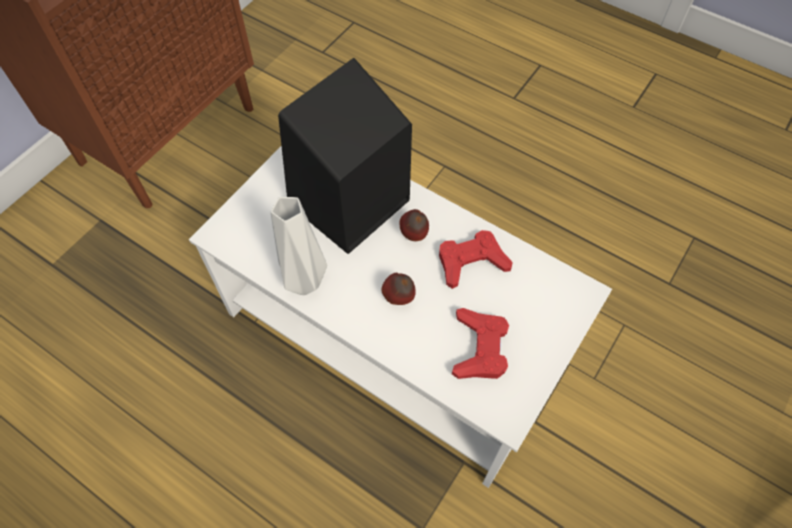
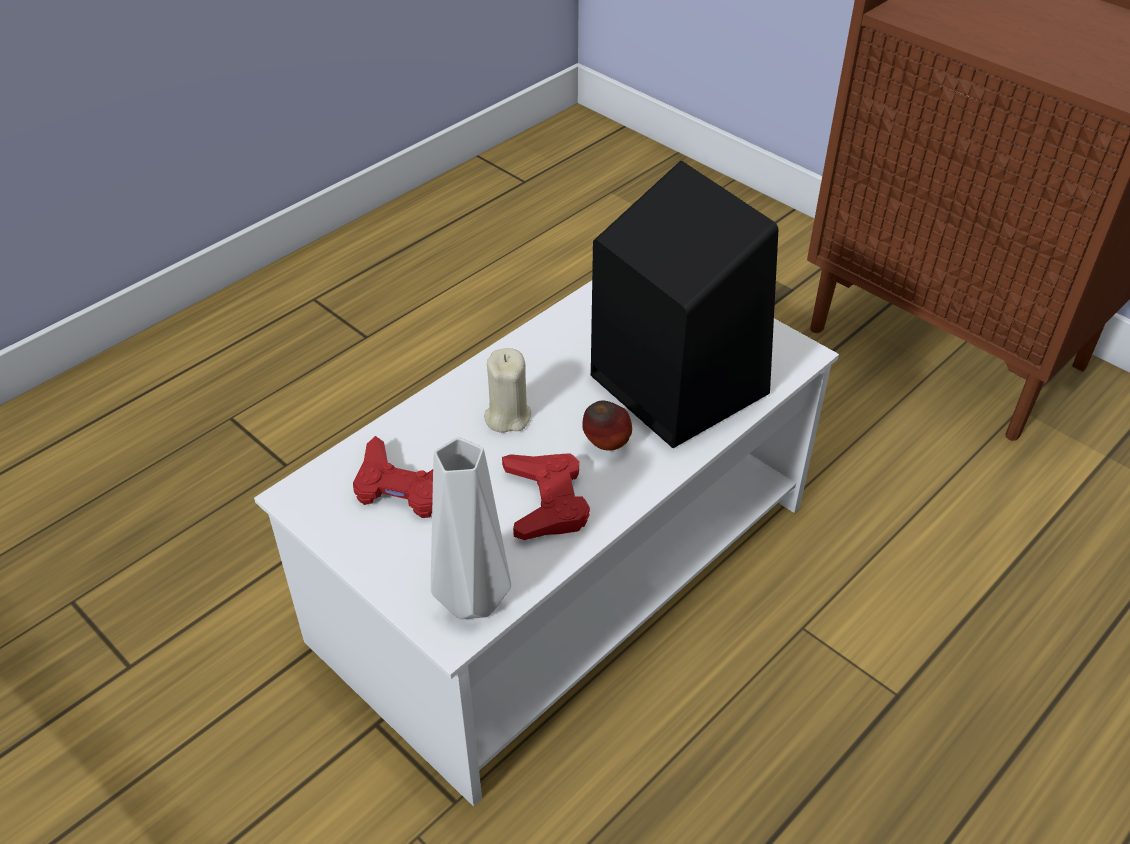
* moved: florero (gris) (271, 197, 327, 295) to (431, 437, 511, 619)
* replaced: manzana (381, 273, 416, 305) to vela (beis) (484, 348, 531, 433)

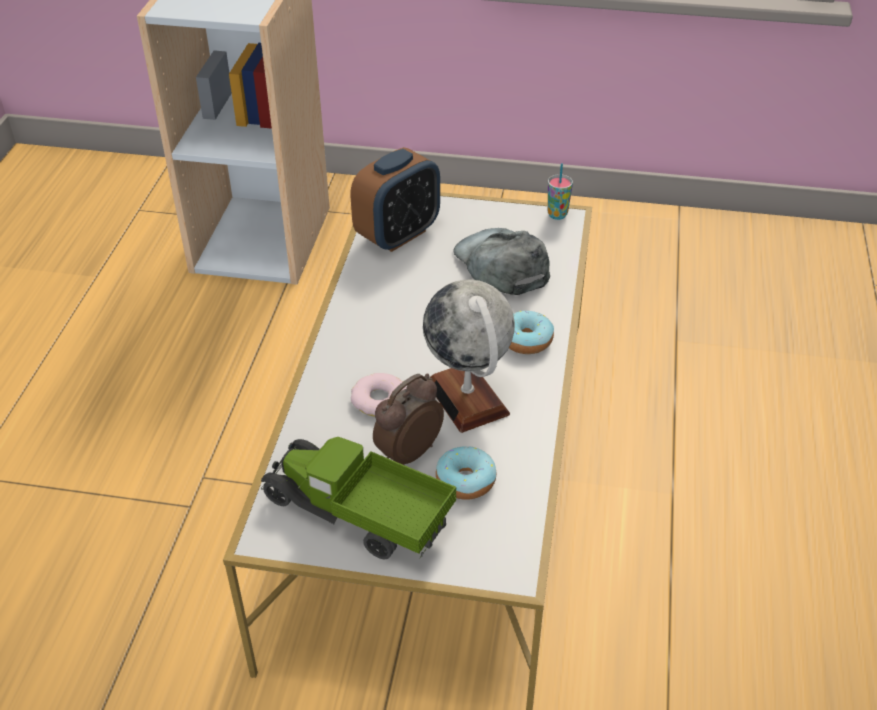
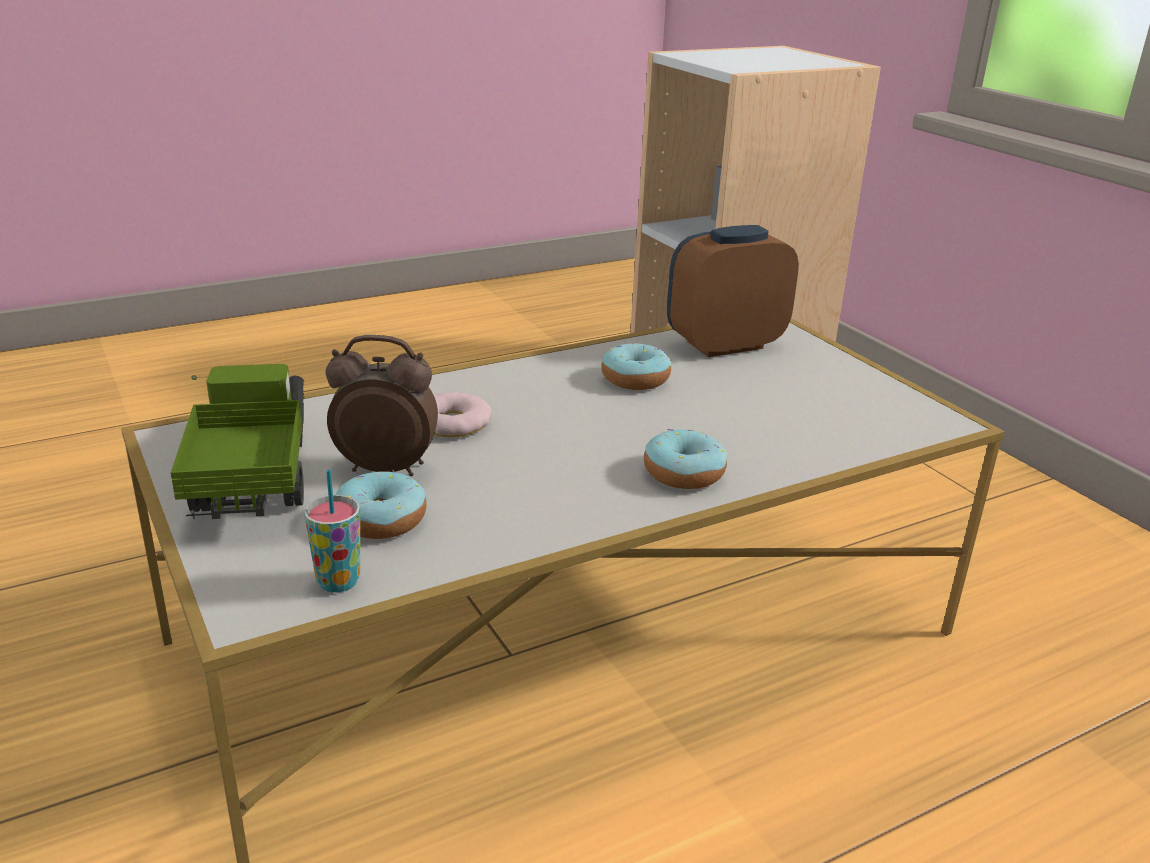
* removed: globo terráqueo (423, 280, 515, 433)
* removed: gorra (gris) (454, 228, 550, 295)
* added: rosquilla (601, 343, 671, 390)
* moved: taza (548, 163, 573, 220) to (304, 470, 360, 592)
* turned: despertador (350, 147, 440, 252) = (667, 225, 799, 357) 150 degrees clockwise

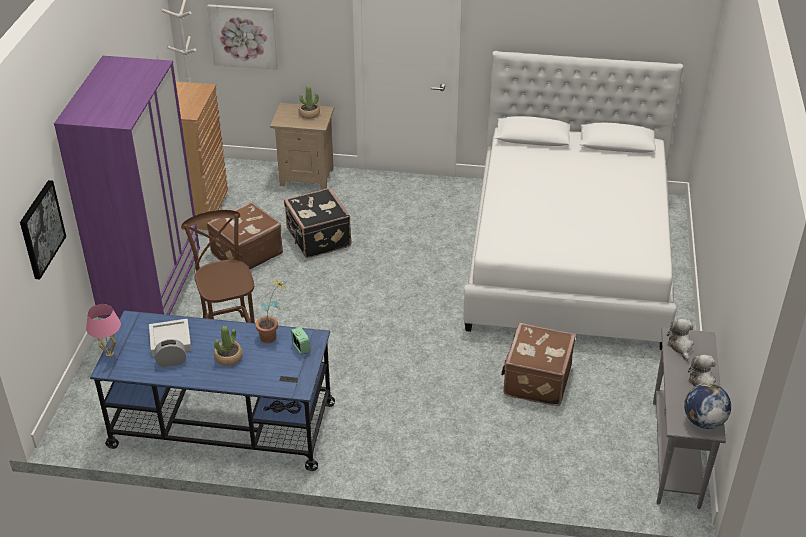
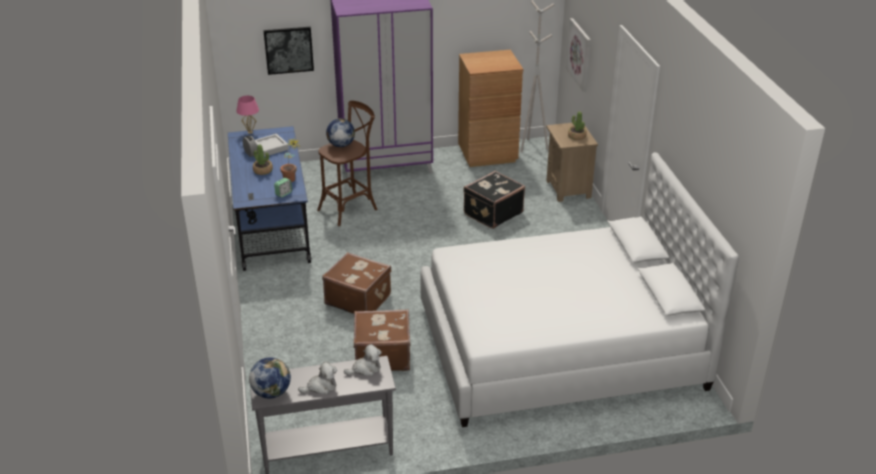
* added: globo terráqueo (326, 118, 355, 147)
* moved: maleta (marrón) (207, 201, 283, 269) to (322, 252, 391, 314)

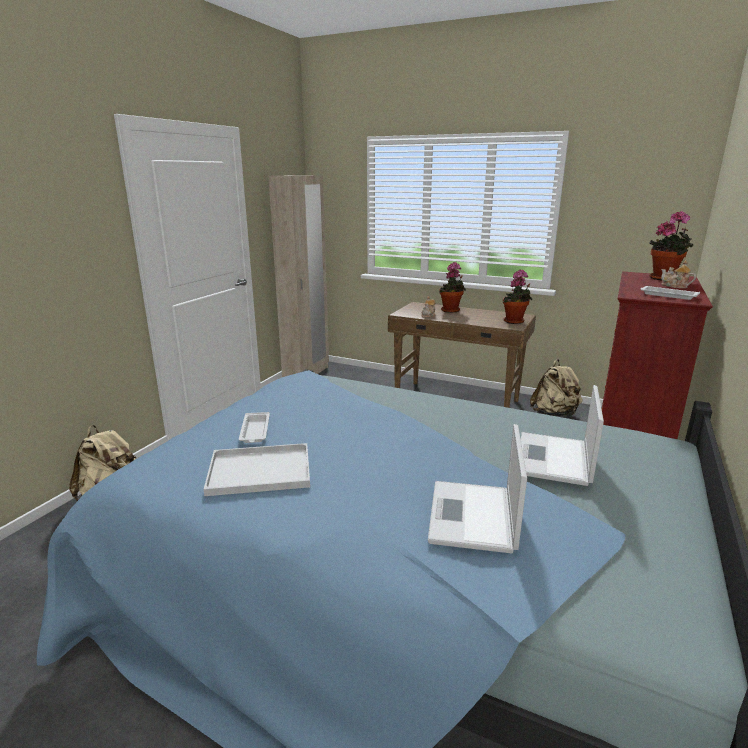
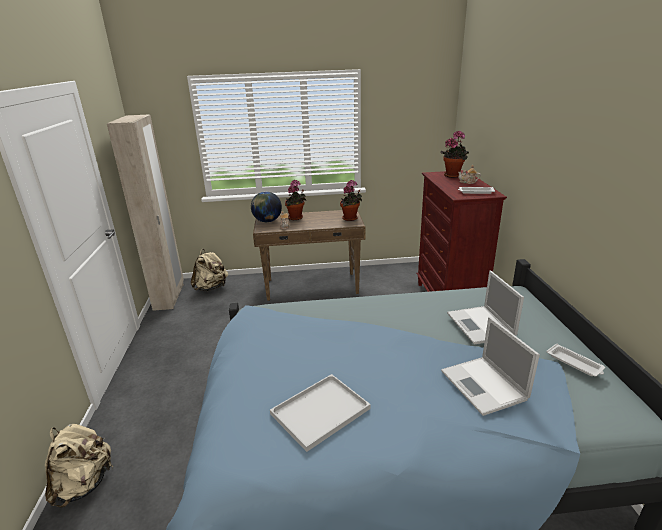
* added: globo terráqueo (251, 192, 282, 222)
* moved: bandeja (blanco) (239, 412, 270, 443) to (546, 344, 605, 376)
* moved: mochila (beis) (530, 359, 582, 416) to (191, 249, 228, 291)

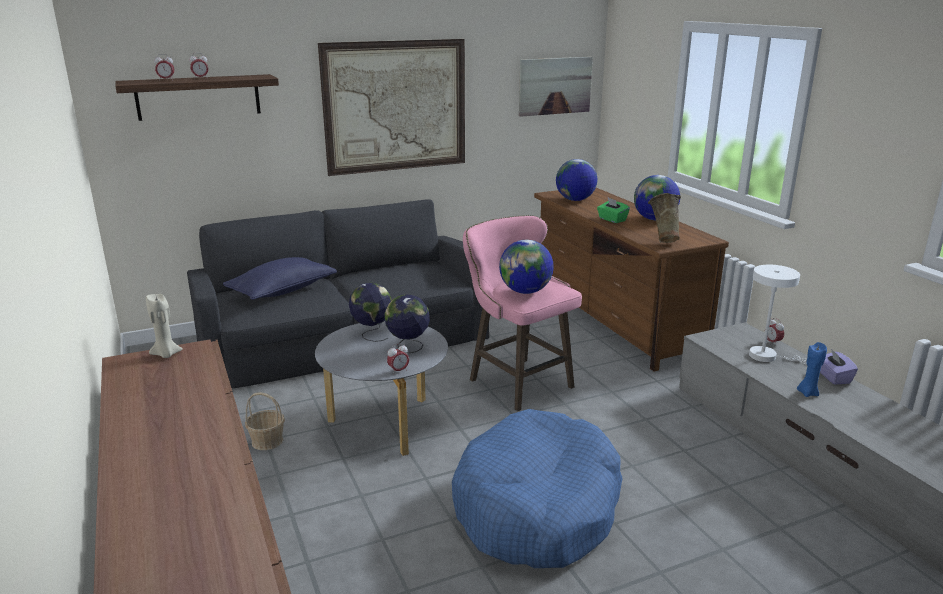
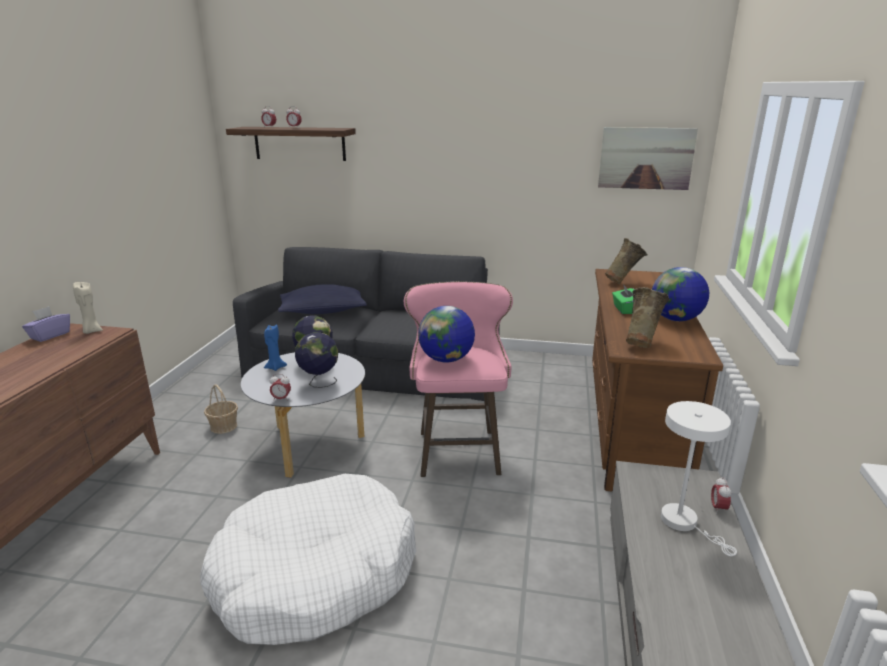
* removed: cuadro (318, 39, 465, 176)
* moved: vela (azul) (797, 342, 827, 397) to (264, 325, 287, 371)
* moved: caja de pañuelos (morado) (820, 349, 858, 385) to (22, 306, 70, 342)
* replaced: globo terráqueo (556, 159, 597, 201) to florero (beis) (605, 238, 648, 284)
* recoloured: cama para perro (azul) (452, 409, 623, 568) to cama para perro (blanco) (200, 474, 416, 645)

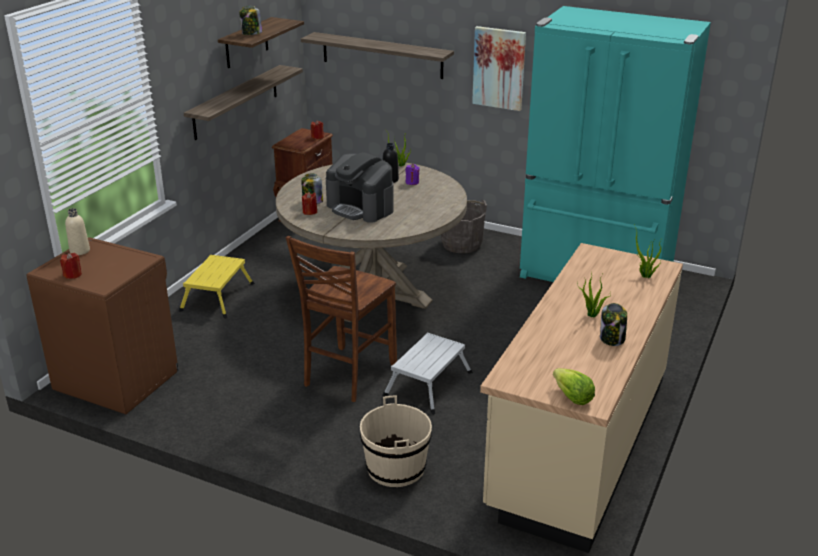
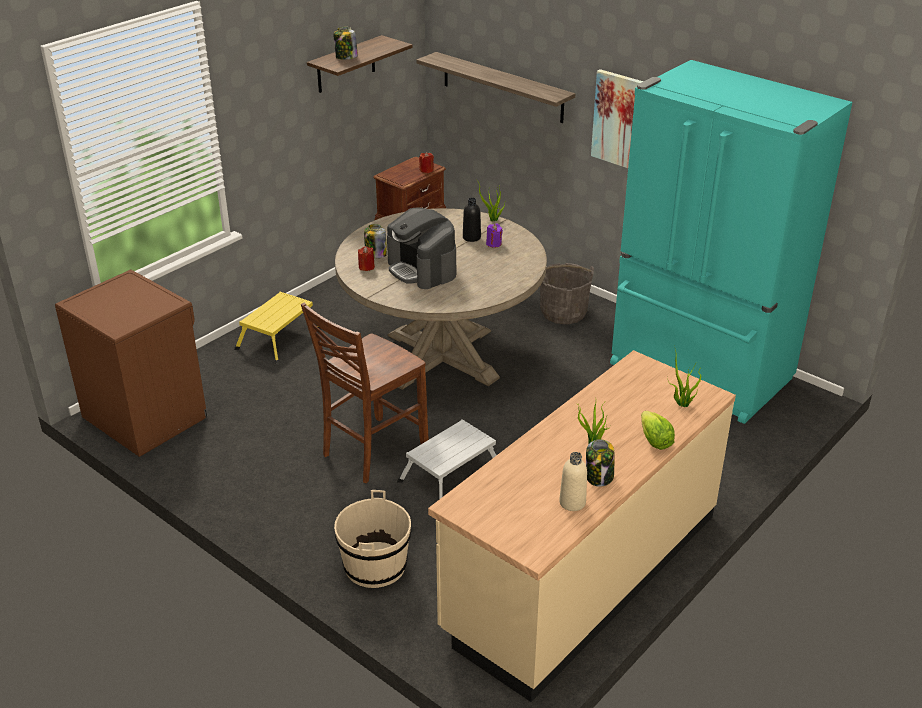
* removed: vela (rojo) (60, 253, 82, 279)
* removed: estante (184, 65, 303, 140)
* moved: botella (beis) (65, 208, 90, 255) to (559, 452, 587, 511)
* moved: lechuga (553, 368, 595, 405) to (641, 411, 675, 450)

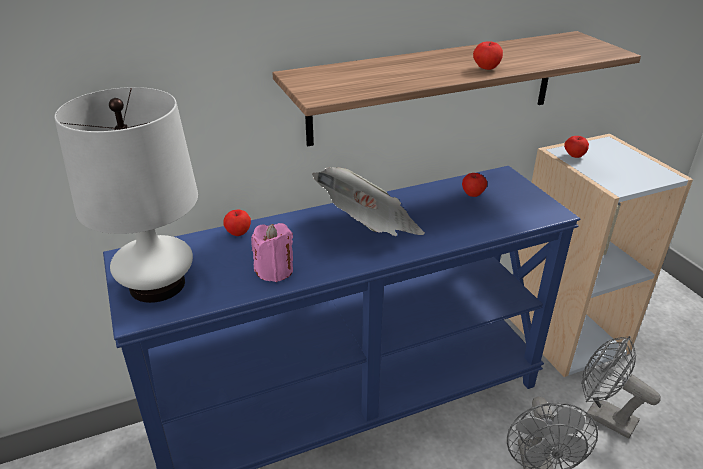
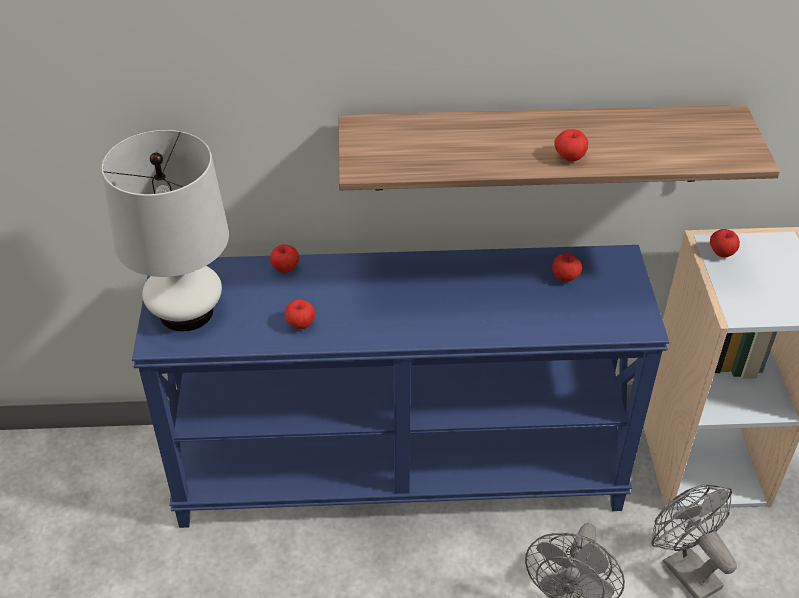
* removed: periódico (312, 167, 425, 236)
* replaced: vela (rosa) (251, 223, 293, 282) to manzana (285, 299, 315, 329)

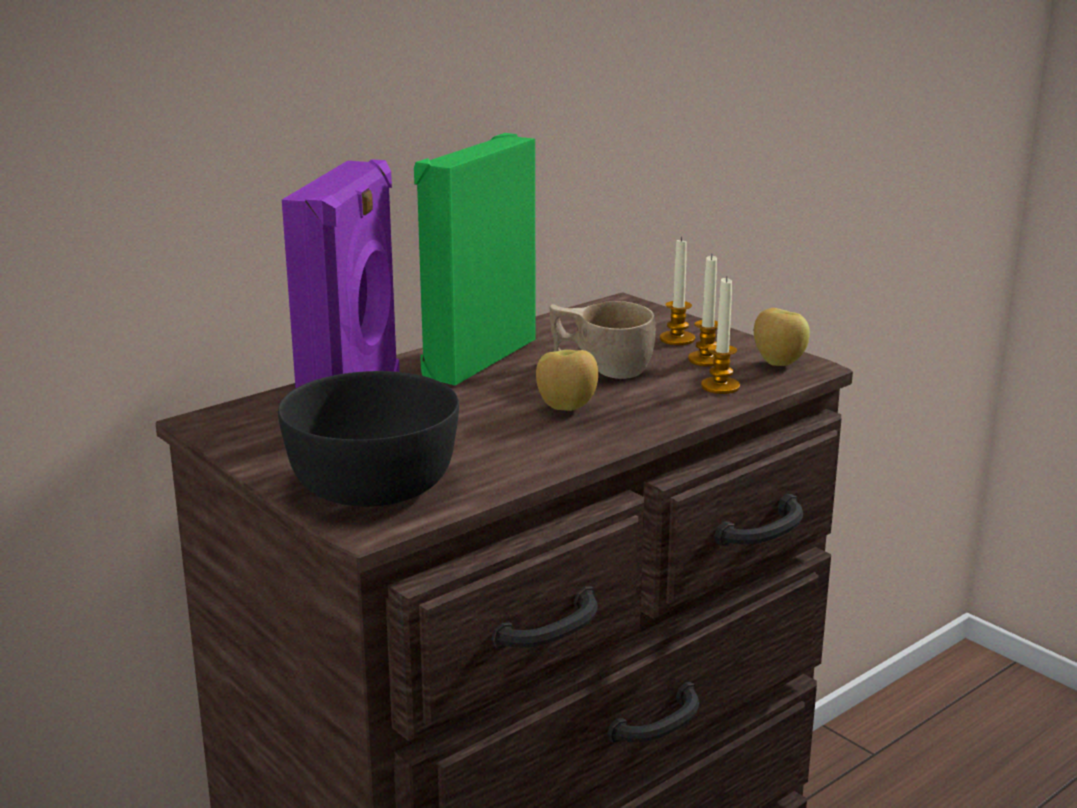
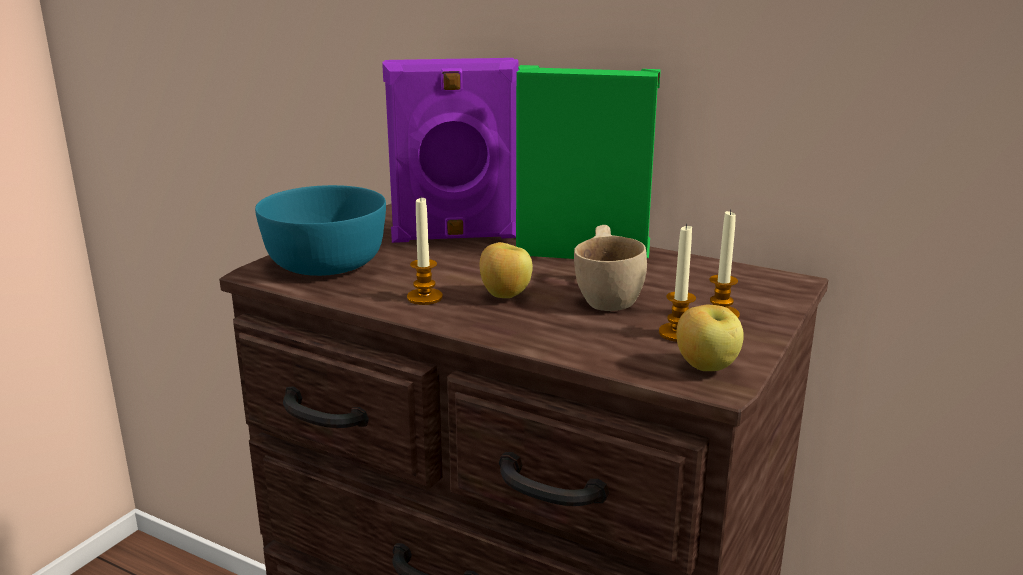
* moved: vela (701, 276, 740, 394) to (407, 198, 443, 305)
* recoloured: cuenco (negro) (278, 371, 459, 507) to cuenco (turquesa) (255, 185, 386, 276)

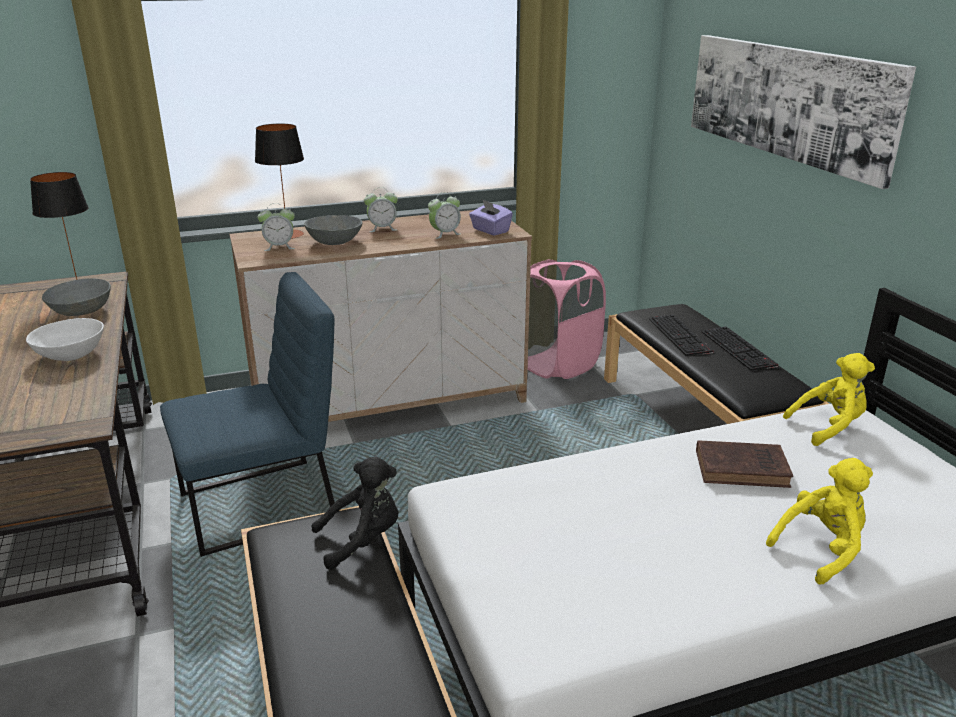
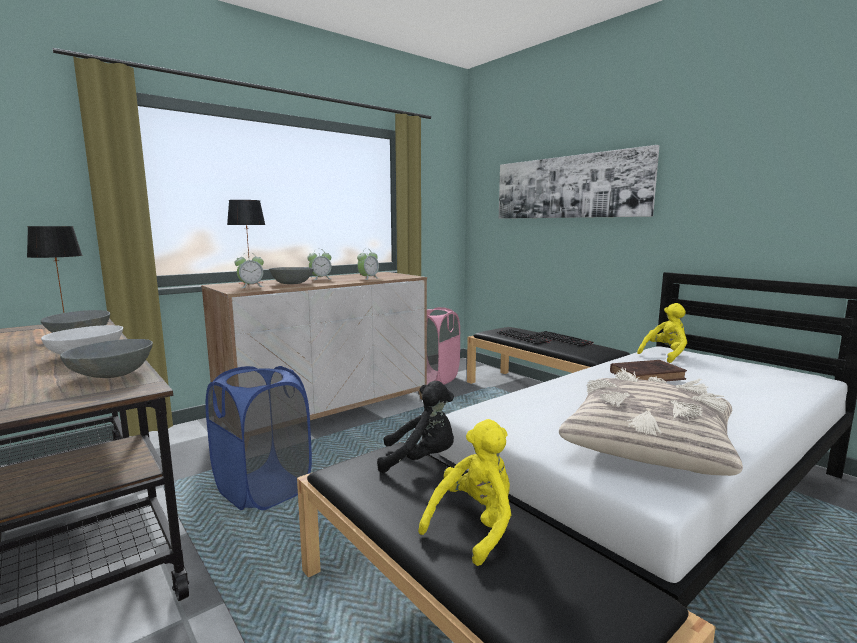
* removed: caja de pañuelos (morado) (469, 199, 513, 236)
* added: cuenco (gris) (60, 339, 153, 378)
* added: cojín (beis) (559, 368, 743, 476)
* moved: peluche (amarillo) (766, 458, 873, 585) to (418, 419, 511, 566)
* replaced: silla (azul) (160, 272, 335, 557) to cesto de la ropa (azul) (205, 366, 312, 510)
* turned: peluche (negro) (311, 457, 399, 570) = (377, 381, 454, 473) 45 degrees clockwise

